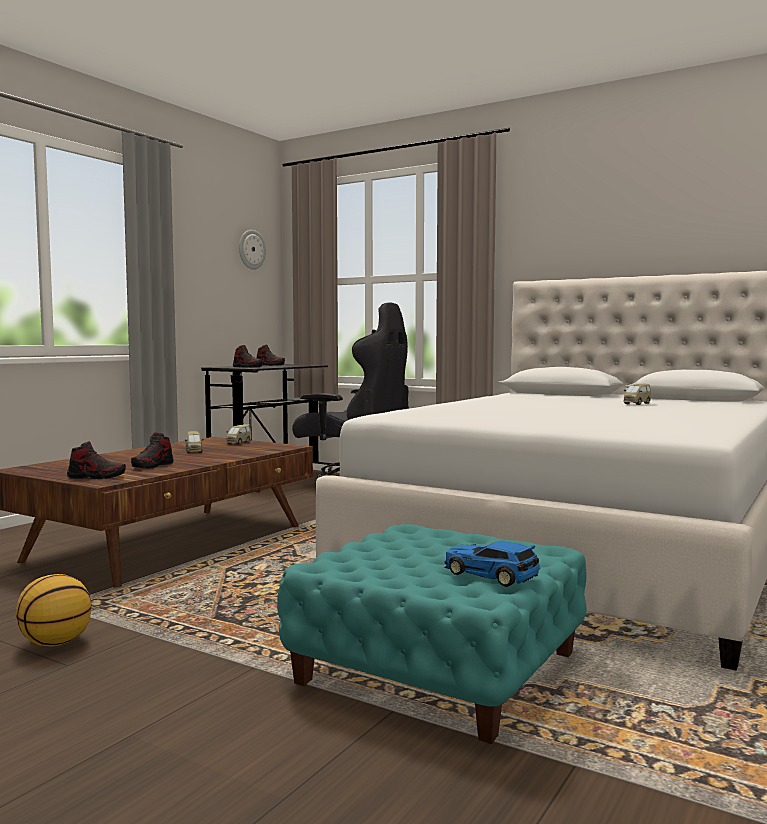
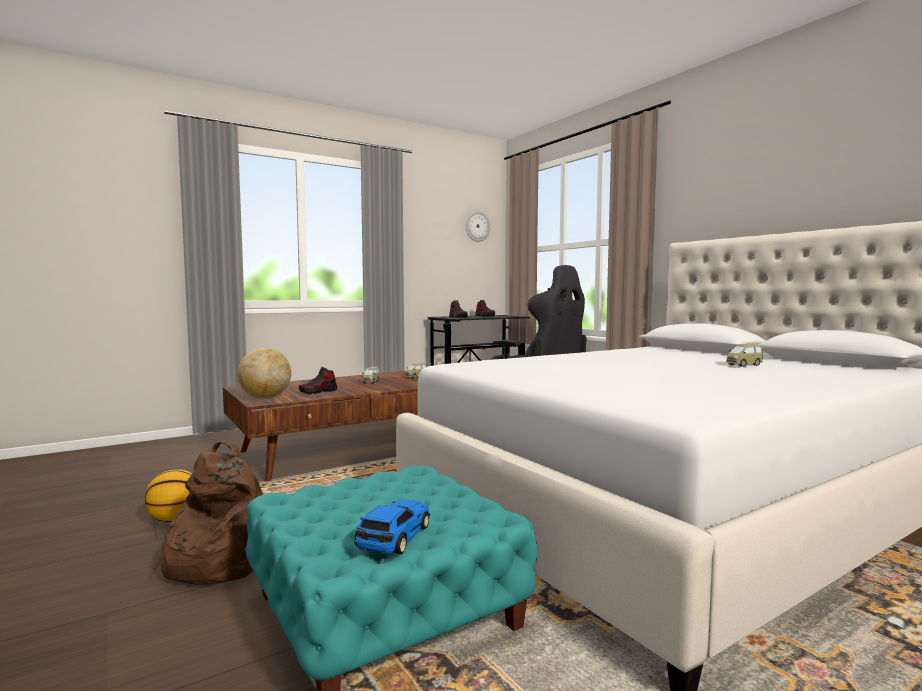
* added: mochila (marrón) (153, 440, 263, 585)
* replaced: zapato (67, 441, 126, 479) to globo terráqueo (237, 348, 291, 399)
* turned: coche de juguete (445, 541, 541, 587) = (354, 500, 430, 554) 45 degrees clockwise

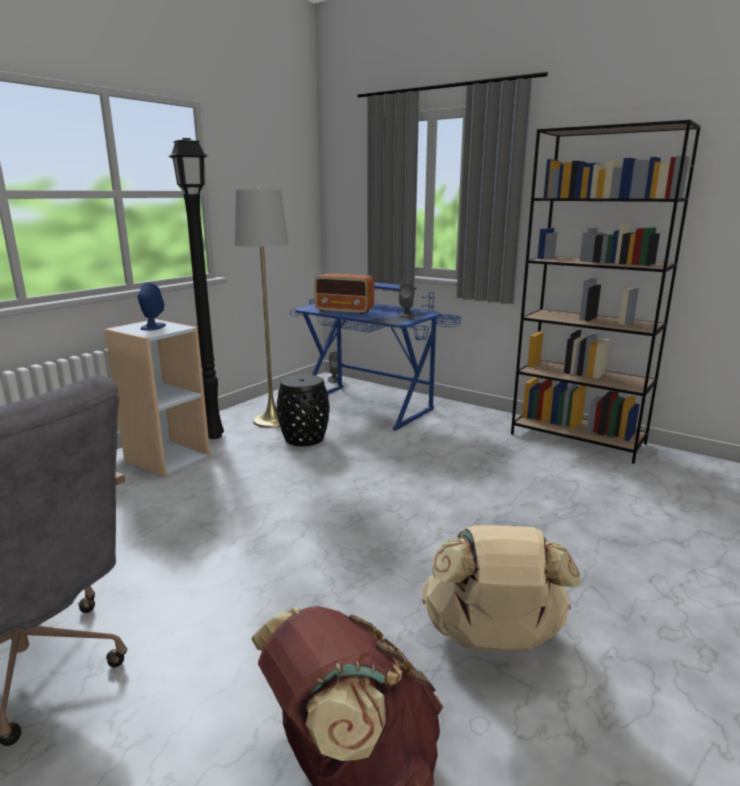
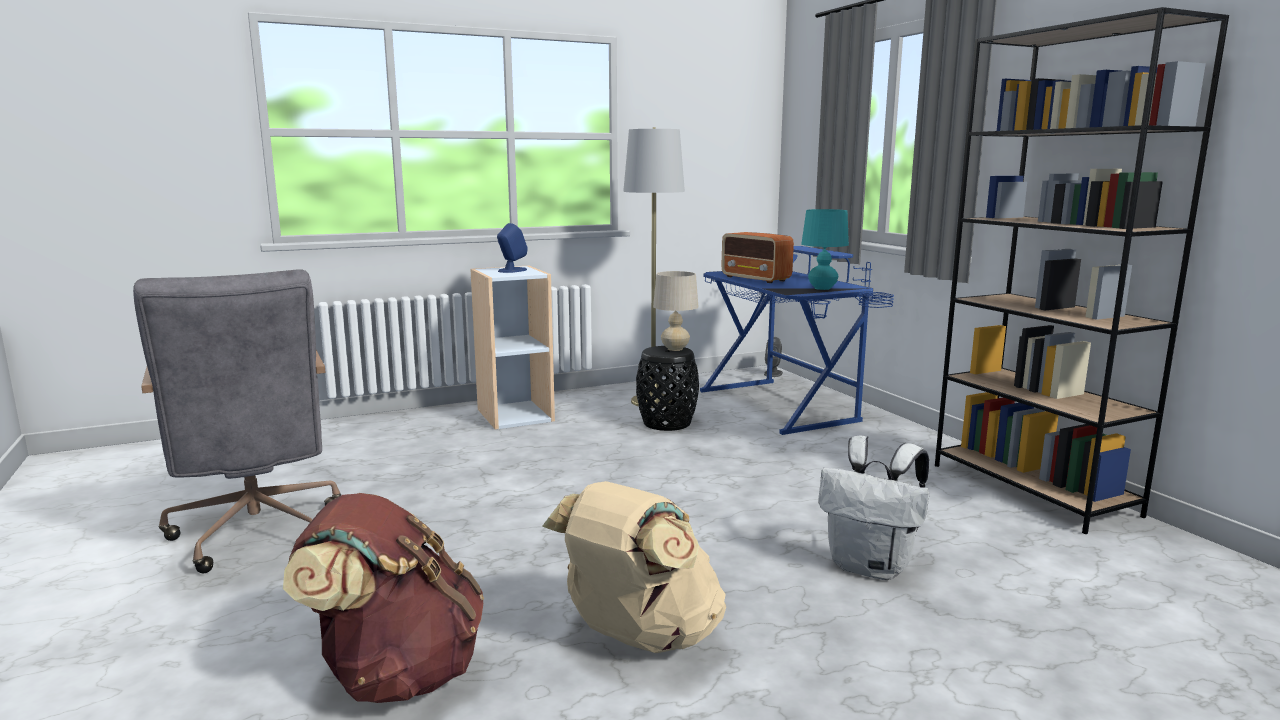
* removed: lámpara de pie (negro) (168, 138, 224, 439)
* added: lámpara de mesa (beis) (653, 271, 698, 351)
* added: mochila (blanco) (818, 436, 929, 580)
* replaced: altavoz (gris) (398, 278, 415, 318) to lámpara de mesa (turquesa) (801, 209, 849, 290)

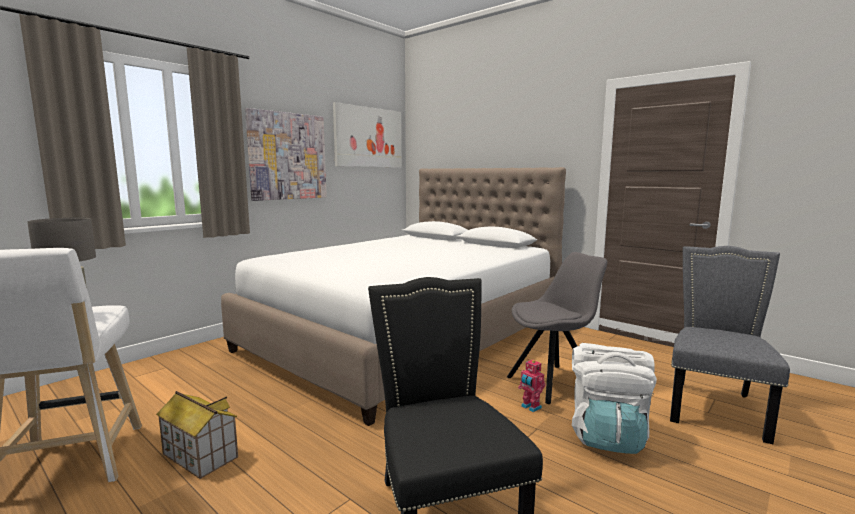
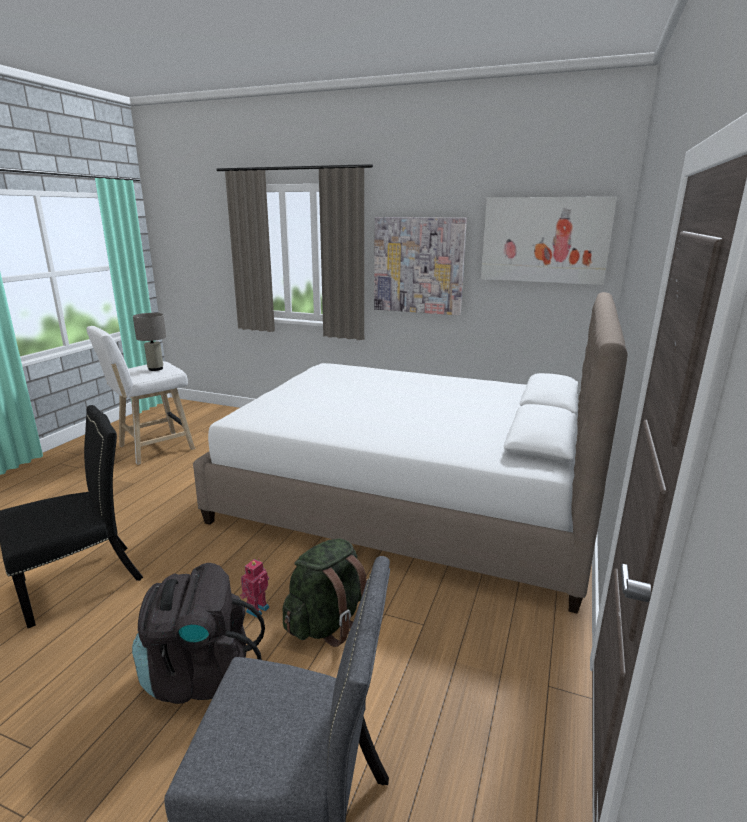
* removed: casita (156, 391, 238, 479)
* replaced: silla (gris) (507, 252, 607, 404) to mochila (verde) (283, 539, 367, 647)
* recoloured: mochila (blanco) (572, 343, 657, 454) to mochila (negro) (132, 563, 265, 704)

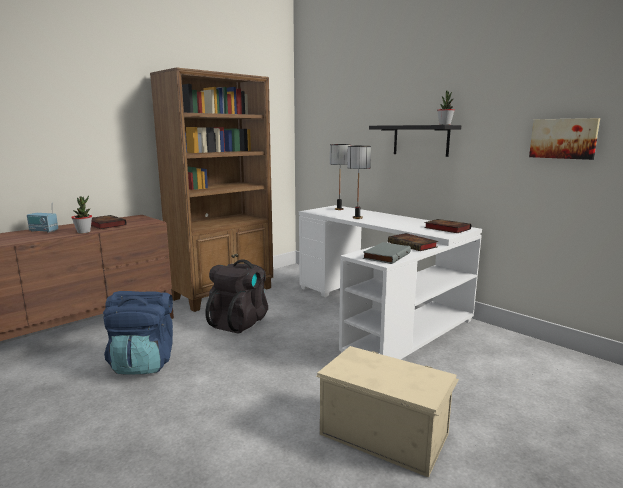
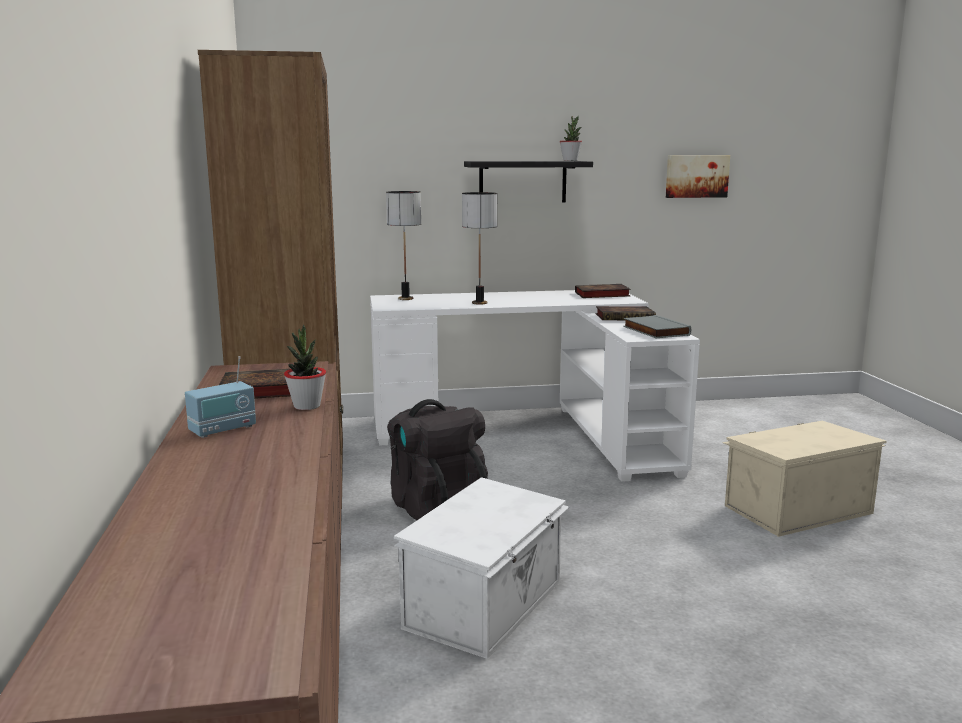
* replaced: mochila (azul) (103, 291, 173, 375) to caja de almacenaje (blanco) (394, 477, 570, 659)

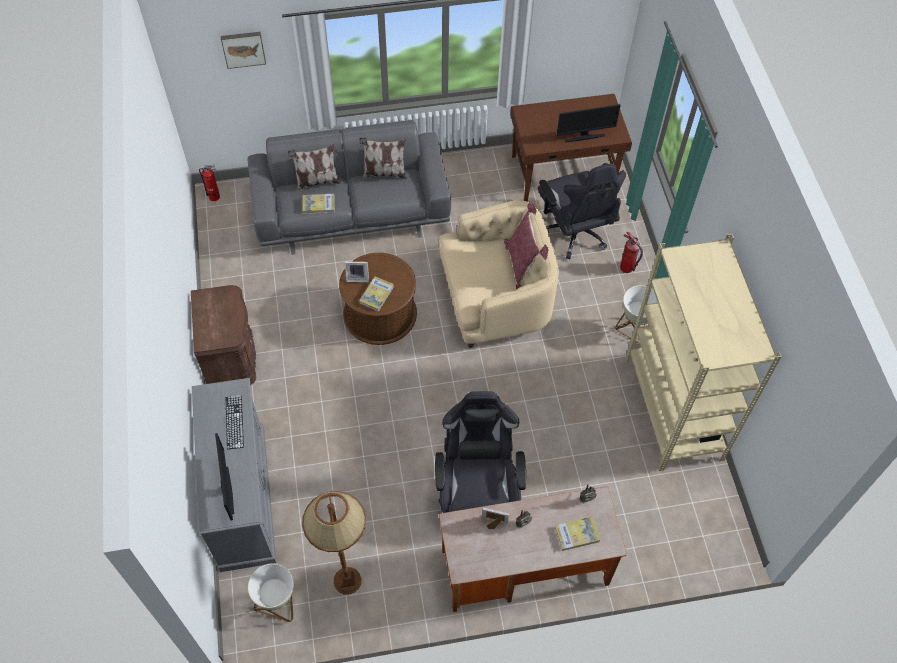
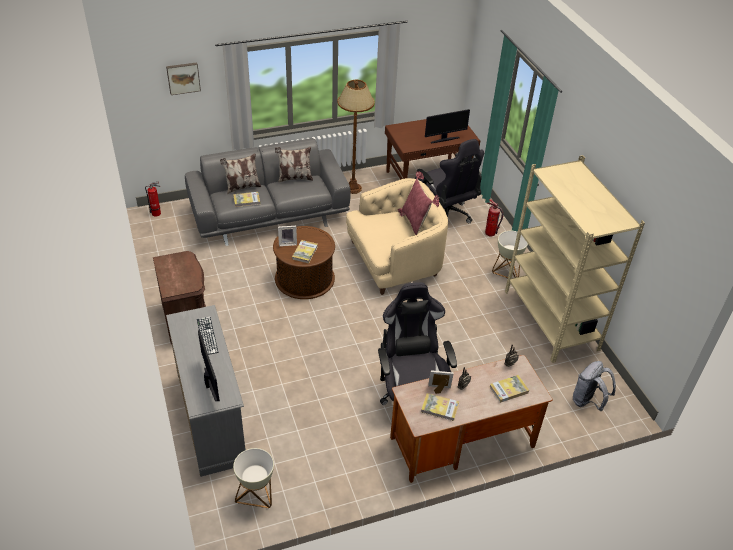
* added: libro (421, 393, 459, 421)
* added: mochila (gris) (573, 361, 616, 411)
* moved: lámpara de pie (marrón) (302, 491, 366, 594) to (337, 80, 375, 194)

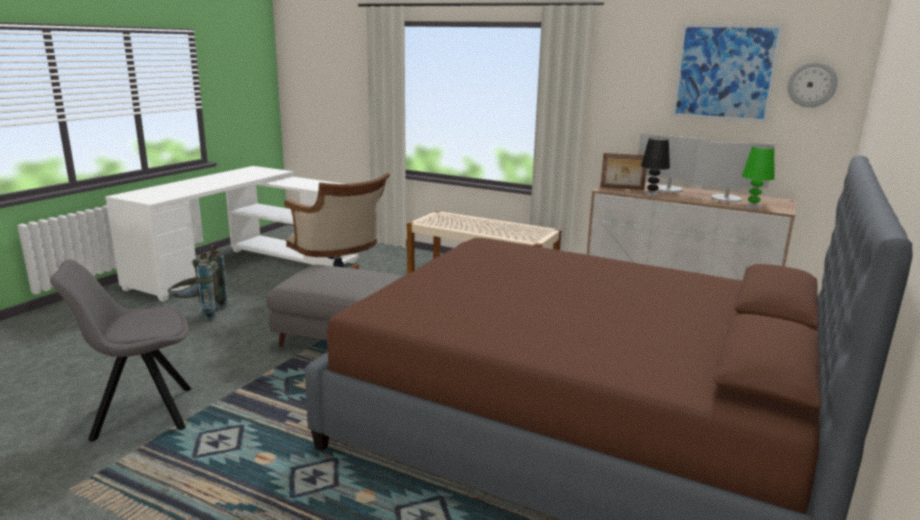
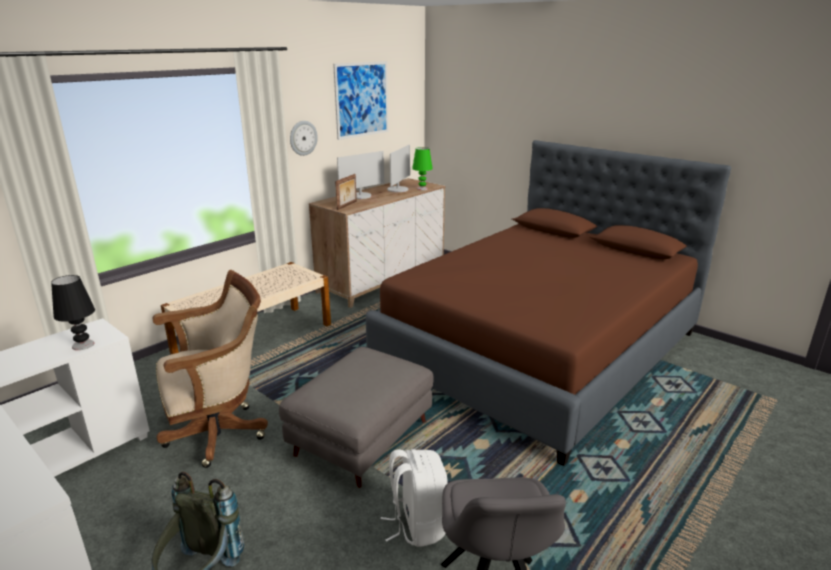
* added: mochila (blanco) (381, 449, 448, 547)
* moved: lámpara de mesa (negro) (641, 137, 670, 196) to (51, 275, 95, 350)
* moved: reloj de pared (787, 62, 838, 108) to (290, 121, 318, 156)

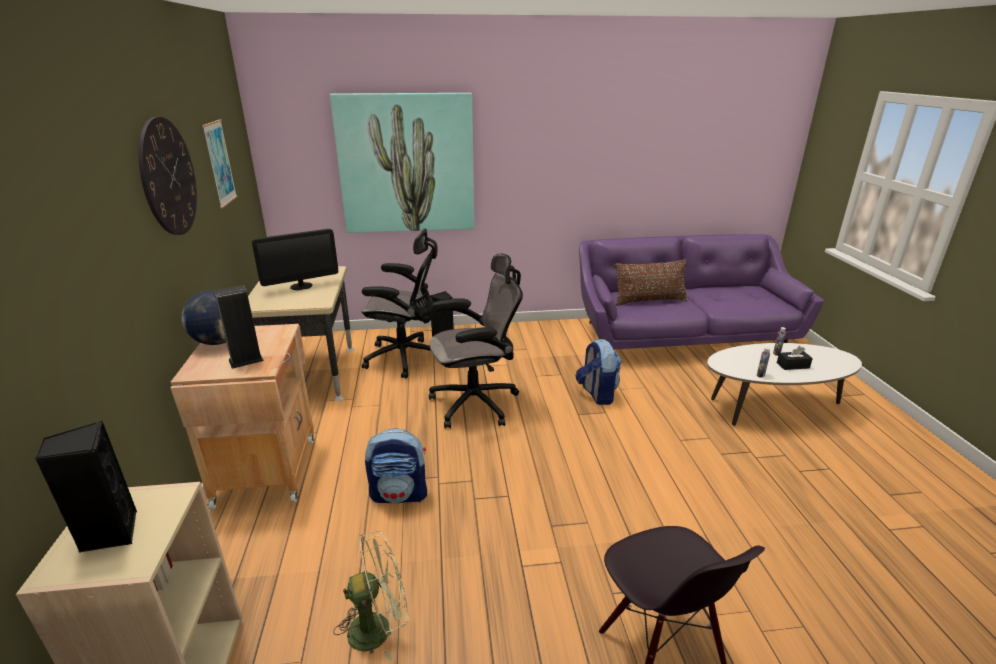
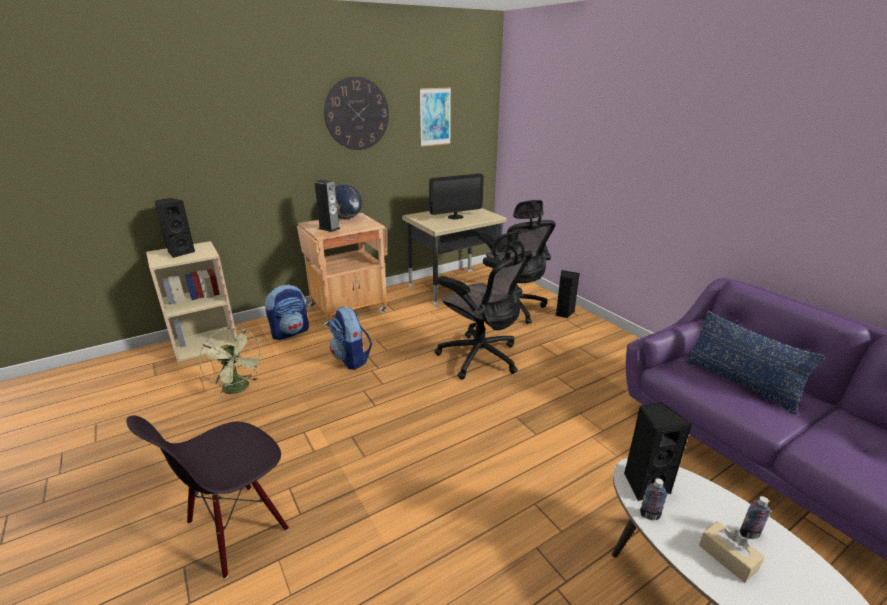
* removed: cuadro (330, 93, 474, 233)
* added: altavoz (negro) (624, 402, 692, 502)
* moved: mochila (576, 339, 621, 405) to (265, 284, 309, 340)
* recoloured: cojín (marrón) (615, 259, 688, 306) to cojín (azul) (685, 311, 825, 414)
* recoloured: caja de pañuelos (negro) (777, 346, 813, 370) to caja de pañuelos (beis) (699, 521, 765, 583)
* turned: monitor (252, 229, 338, 290) = (429, 173, 484, 219) 60 degrees counterclockwise

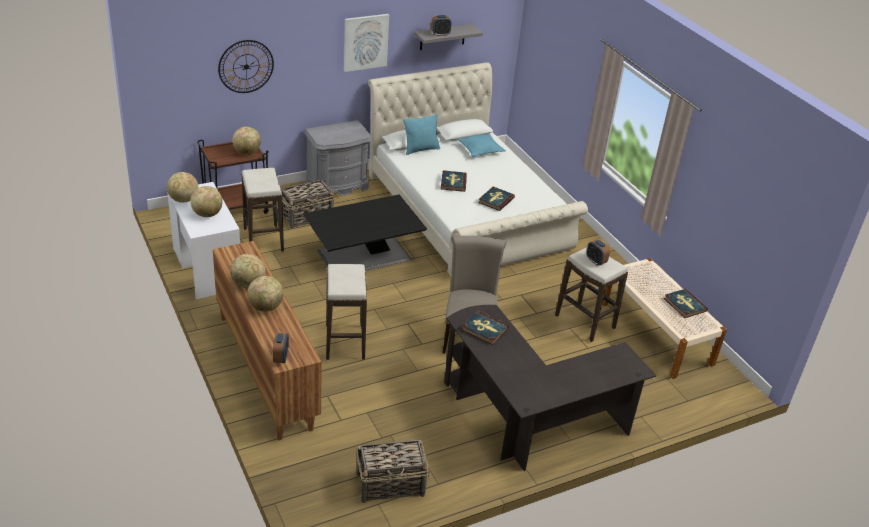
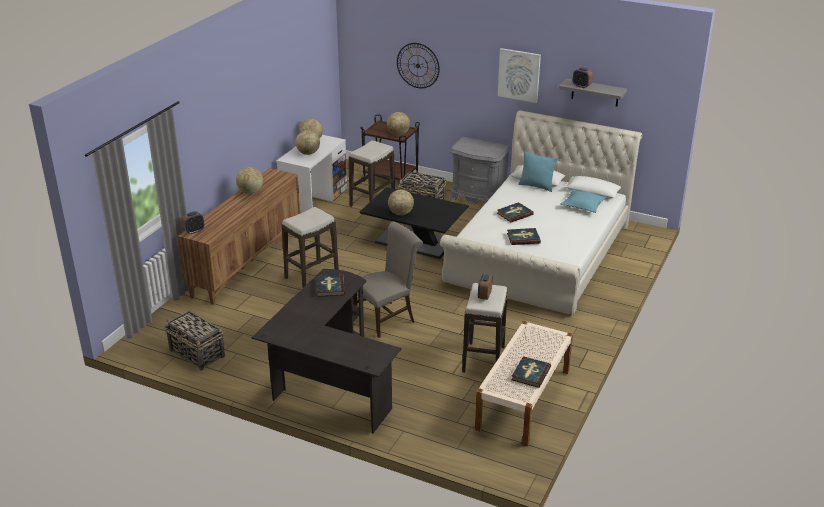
* moved: globo terráqueo (247, 276, 284, 312) to (388, 190, 414, 215)

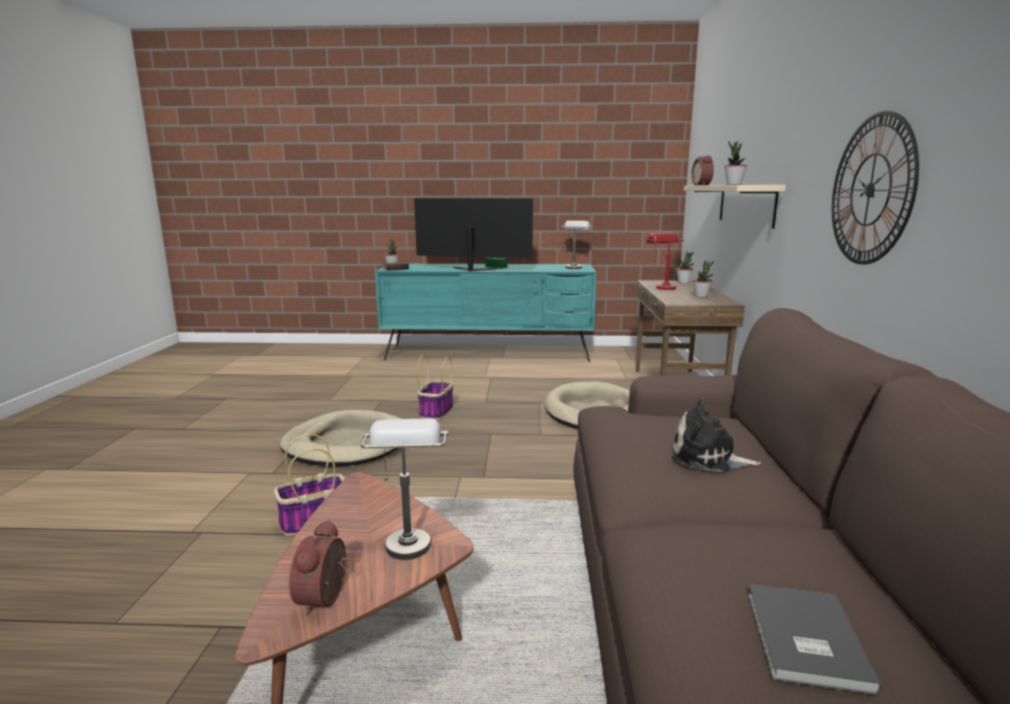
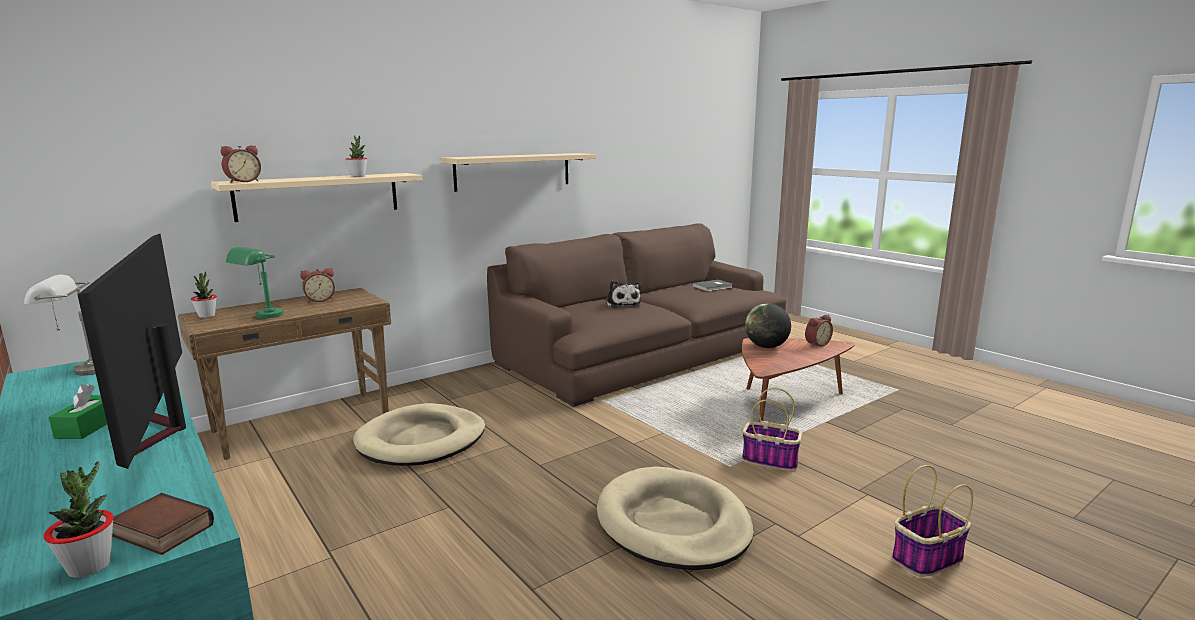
* moved: cesta (417, 355, 453, 420) to (892, 465, 973, 577)
* replaced: lámpara de mesa (gris) (361, 419, 448, 560) to globo terráqueo (745, 303, 791, 348)
* replaced: planta en maceta (693, 260, 714, 297) to despertador (300, 268, 335, 302)
* replaced: reloj de pared (832, 111, 919, 265) to estante (beis) (441, 153, 596, 192)
* recoloured: lámpara de mesa (rojo) (646, 233, 684, 290) to lámpara de mesa (verde) (226, 247, 283, 318)

